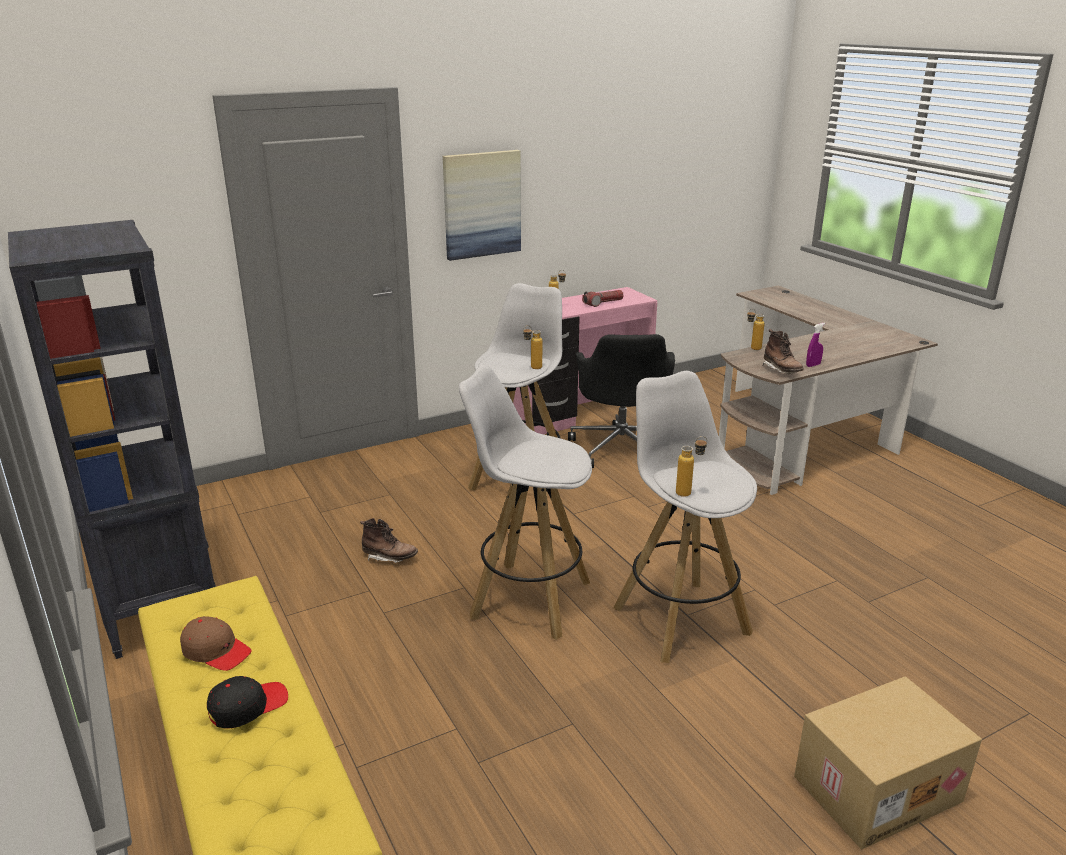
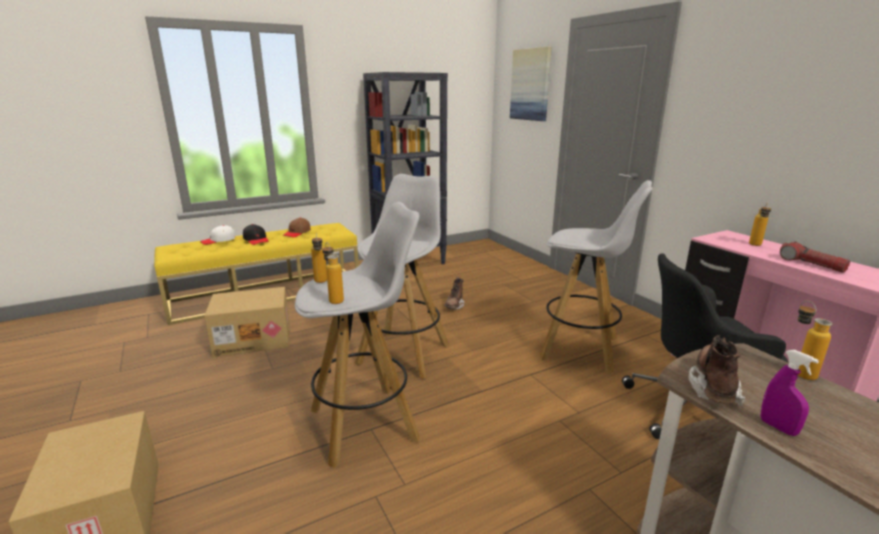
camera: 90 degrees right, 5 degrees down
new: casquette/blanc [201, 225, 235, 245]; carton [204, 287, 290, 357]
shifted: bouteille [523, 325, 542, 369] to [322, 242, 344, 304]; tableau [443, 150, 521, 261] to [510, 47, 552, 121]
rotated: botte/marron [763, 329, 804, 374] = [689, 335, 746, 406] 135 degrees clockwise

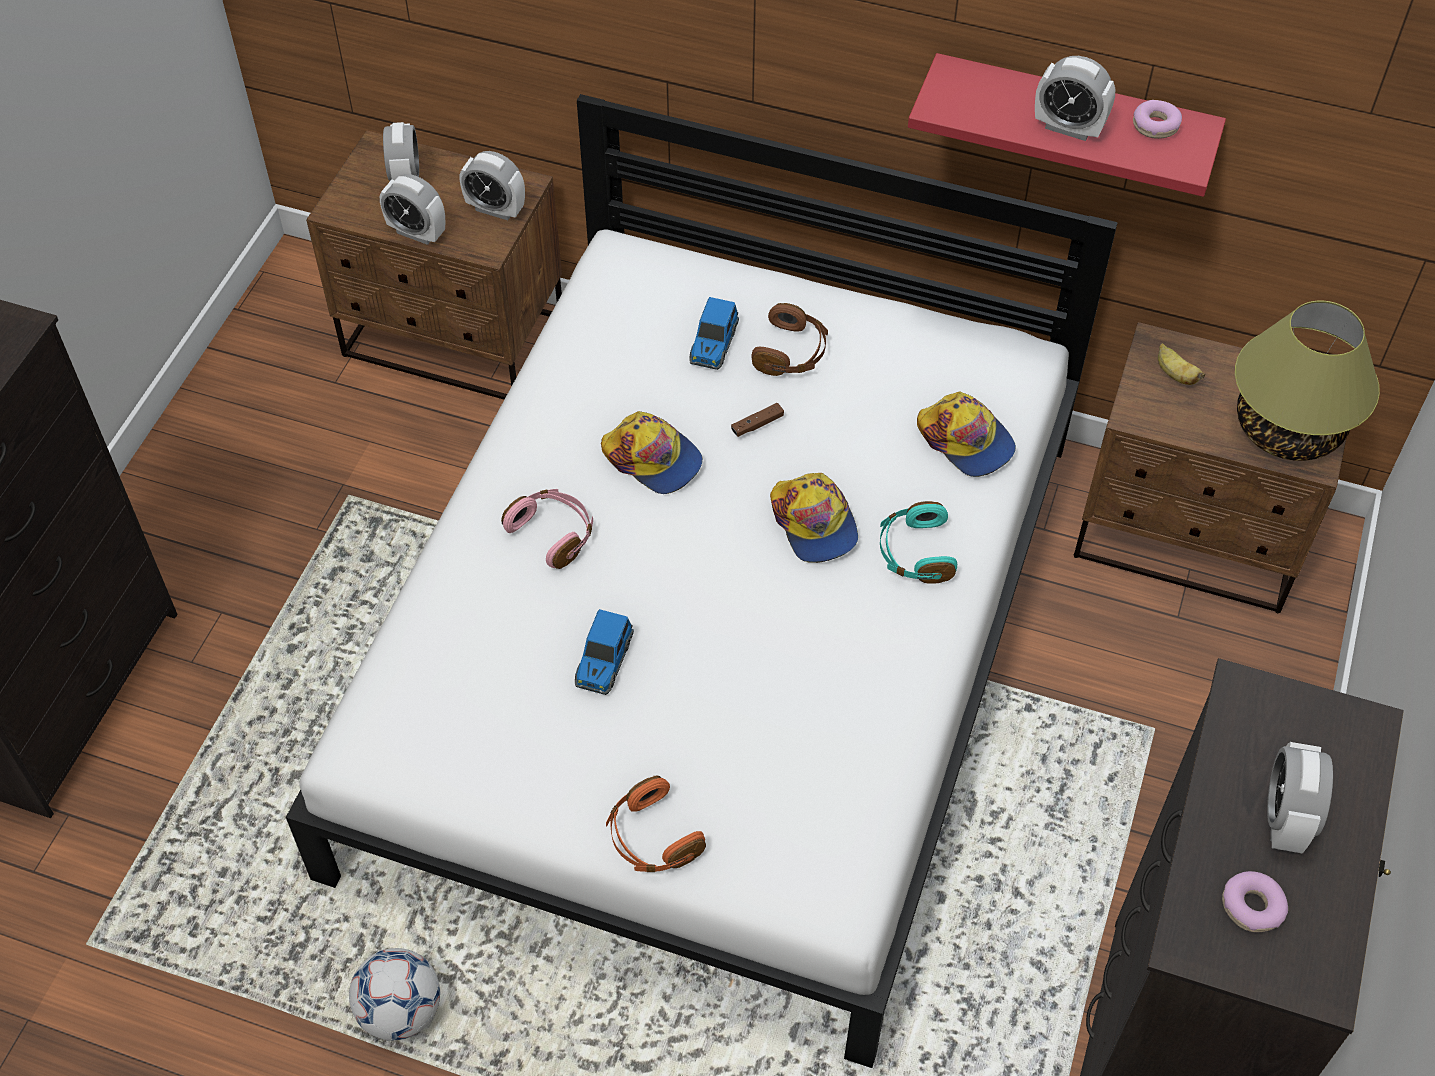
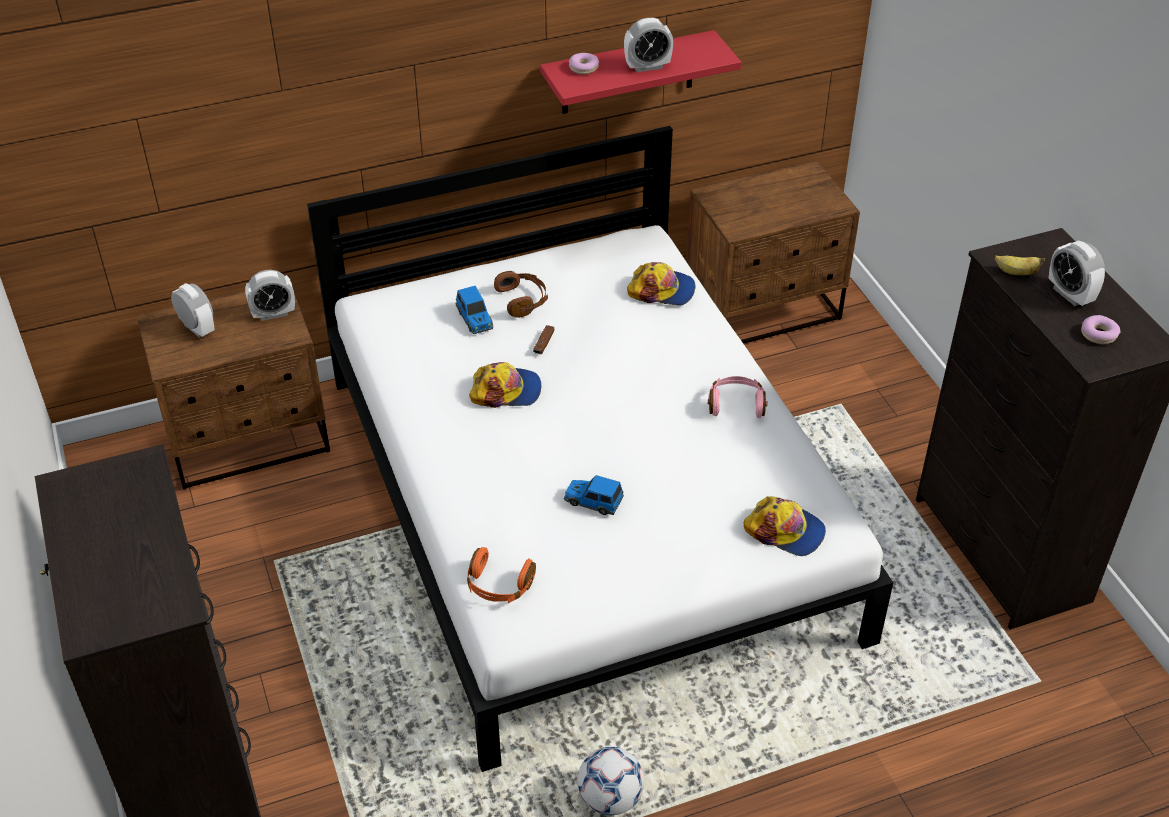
camera: 40 degrees left, 10 degrees down
gone: réveil [380, 174, 445, 245]; casque audio/turquoise [880, 501, 957, 584]; lampe de table [1235, 301, 1380, 461]
shifted: casque audio/orange [606, 776, 706, 872] to [467, 547, 536, 603]; beignet [1133, 100, 1182, 139] to [569, 53, 599, 75]; casque audio/rose [501, 489, 593, 569] to [708, 376, 767, 418]; casquette [770, 473, 858, 563] to [744, 496, 826, 556]; banane [1158, 343, 1205, 385] to [995, 255, 1045, 275]
rotated: petite voiture [575, 609, 634, 695] = [564, 475, 624, 515] 135 degrees clockwise

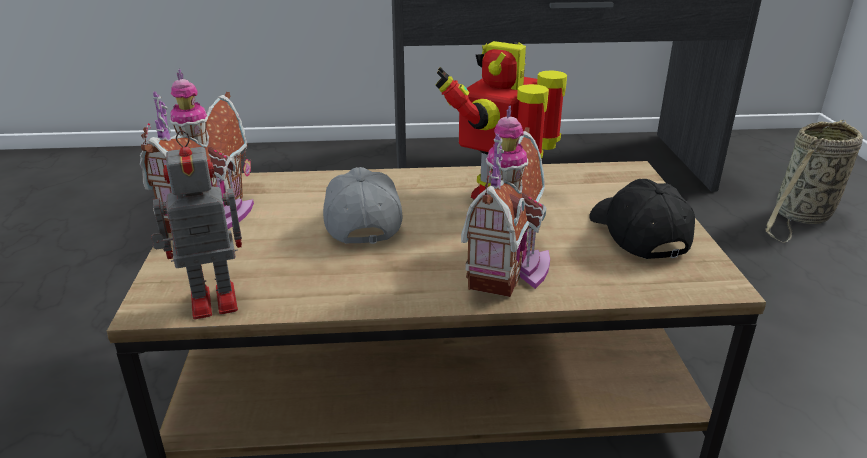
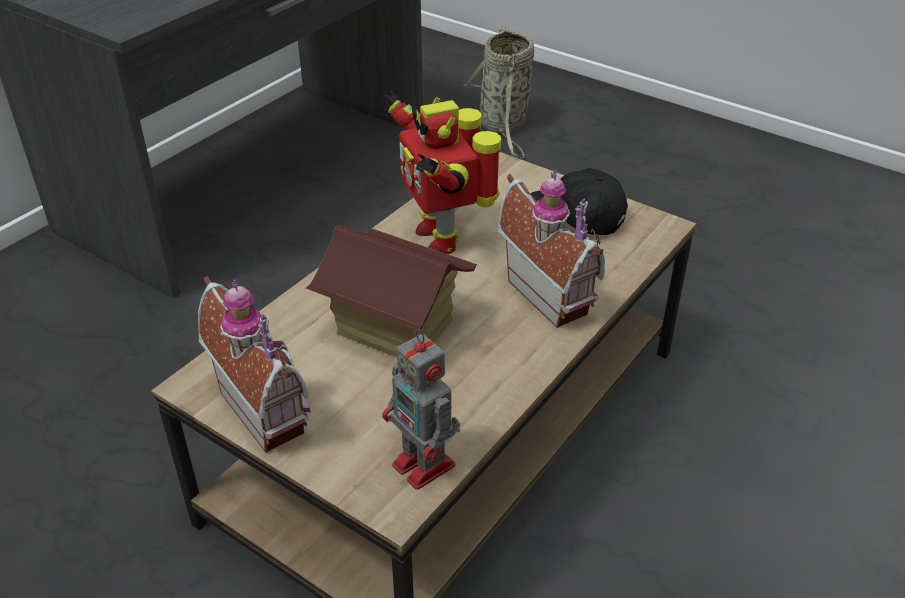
camera: 50 degrees left, 10 degrees up
swapped: casquette/gris [323, 167, 403, 244] to maison miniature [306, 224, 477, 358]
rotated: robot jouet [151, 130, 242, 319] = [382, 329, 460, 490] 60 degrees counterclockwise

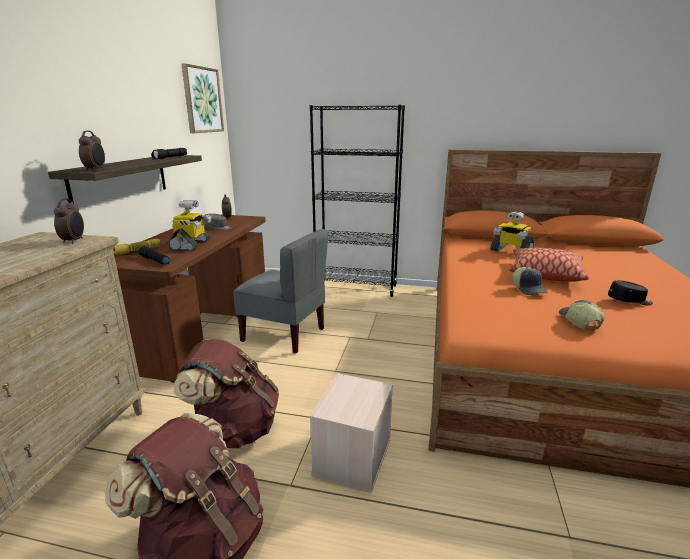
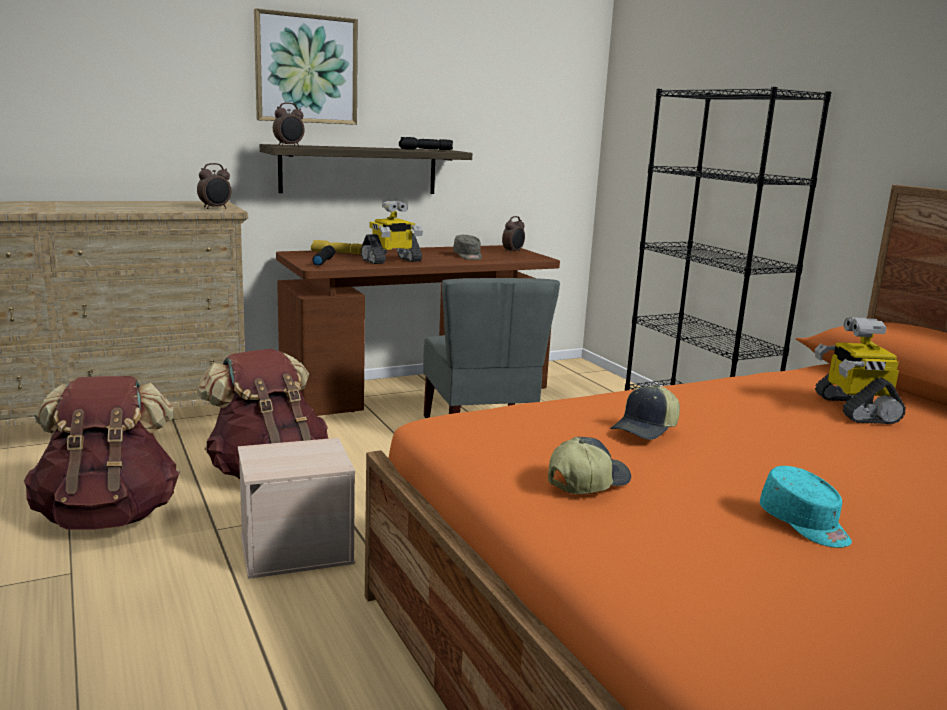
camera: 50 degrees right, 5 degrees down
gone: coussin [509, 248, 589, 282]
shifted: tableau [182, 63, 224, 133] to [254, 8, 358, 125]
repainted: casquette/noir [608, 280, 653, 306] to casquette/turquoise [760, 466, 852, 548]

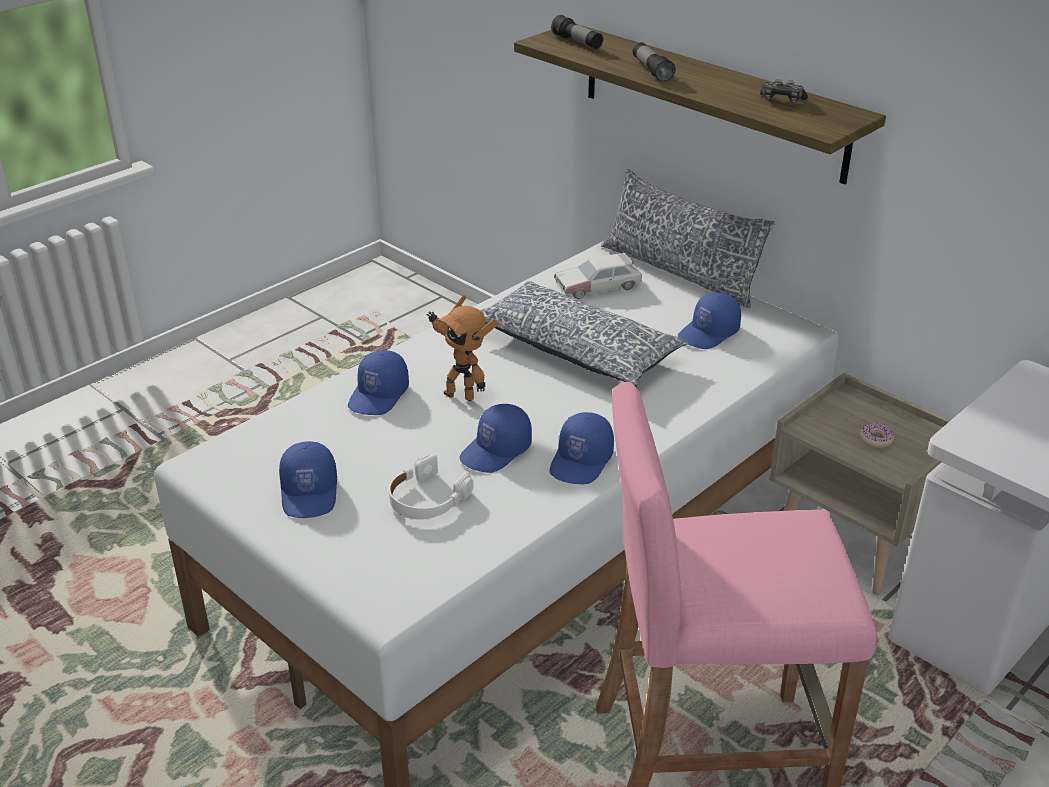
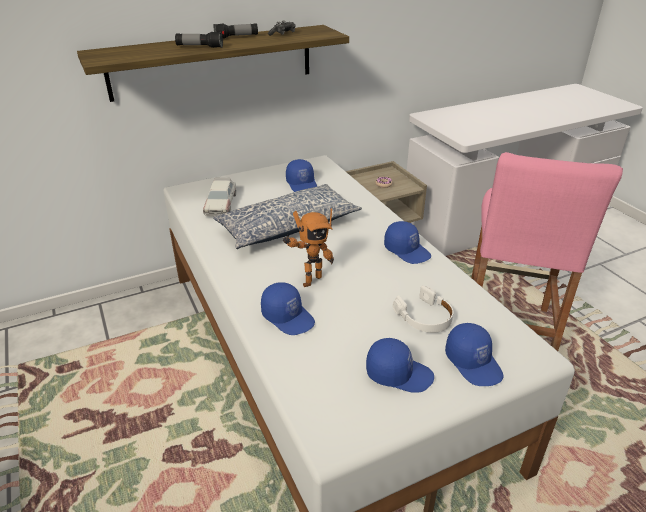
camera: 70 degrees left, 0 degrees up
gone: coussin [601, 169, 775, 308]
shifted: lampe de poche [551, 15, 603, 49] to [214, 23, 258, 39]; casquette/bleu [460, 404, 532, 473] to [445, 323, 504, 386]

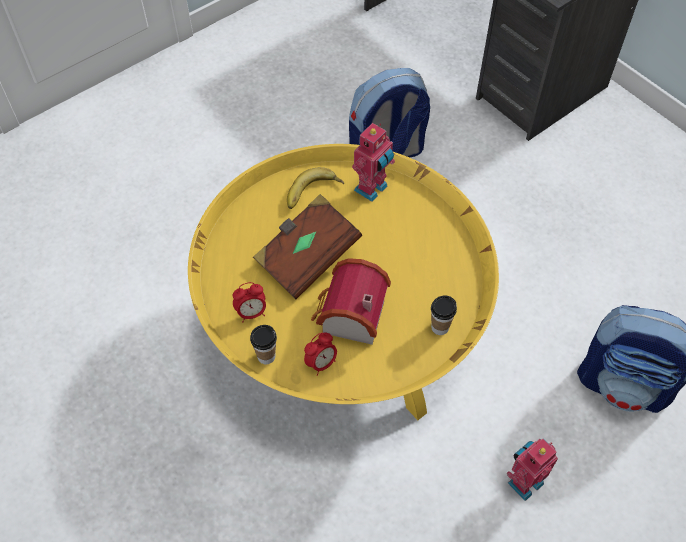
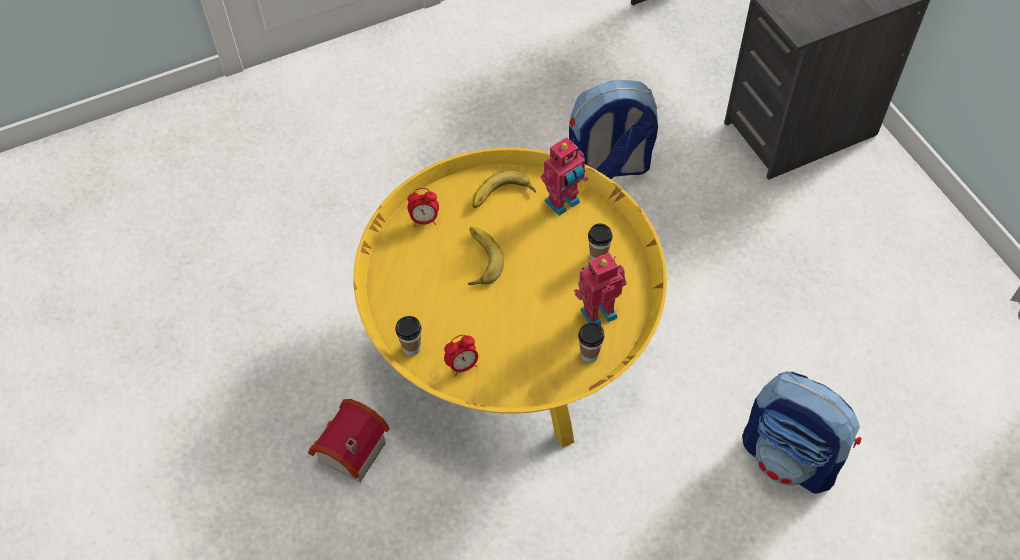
camera: 15 degrees right, 0 degrees up
new: tasse [588, 223, 613, 260]
shifted: maison miniature [311, 258, 391, 345] to [308, 399, 390, 482]; réveil [233, 282, 266, 322] to [407, 188, 439, 227]; robot jouet [506, 439, 558, 501] to [574, 253, 627, 325]
swapped: livre/marron [253, 194, 362, 299] to banane [468, 227, 504, 285]

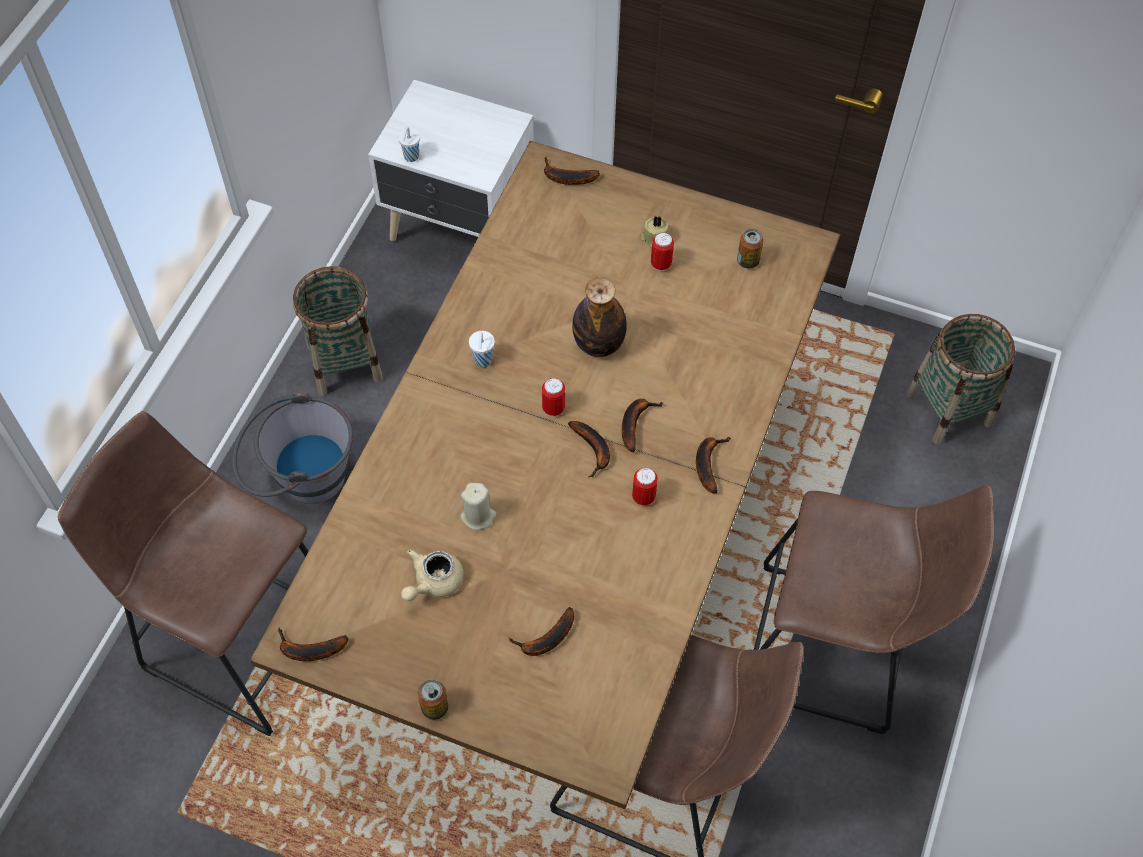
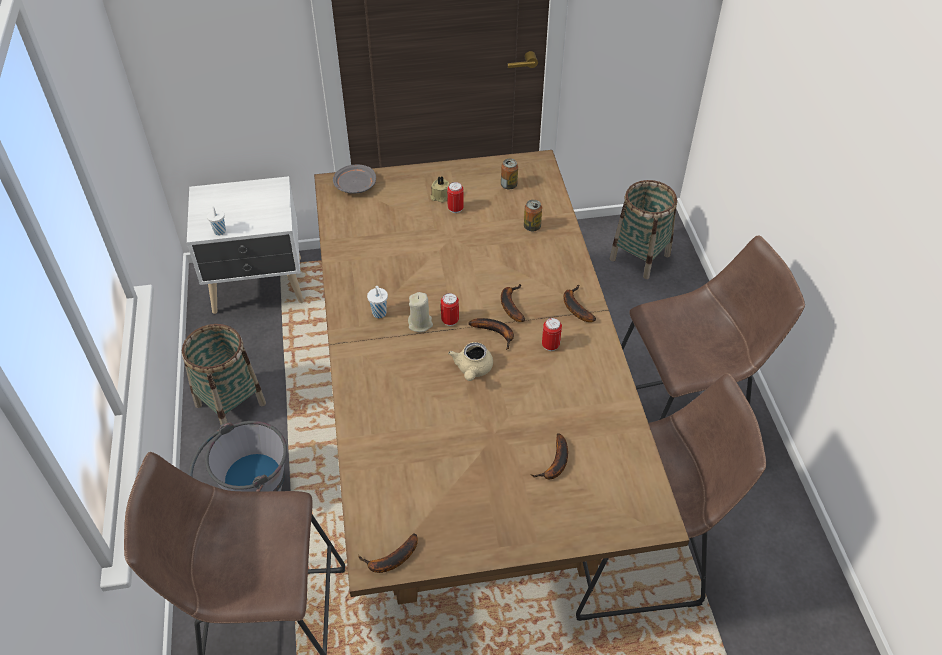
camera: 30 degrees left, 10 degrees down
gone: bouteille [572, 277, 627, 357]
shifted: bougie/beige [460, 483, 496, 530] to [408, 292, 433, 332]; théière/beige [401, 549, 464, 601] to [448, 342, 493, 381]; boîte métallique [418, 680, 448, 720] to [524, 200, 542, 231]
swapped: banane [544, 156, 600, 185] to assiette/gris [333, 165, 376, 194]

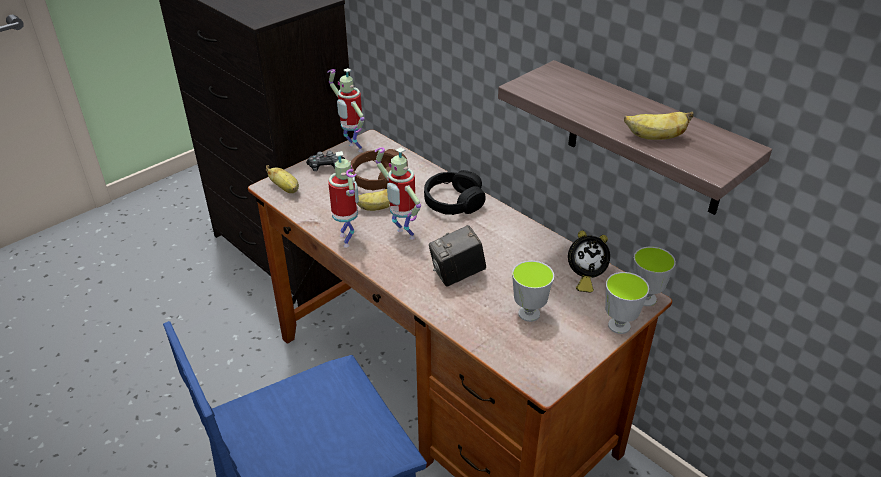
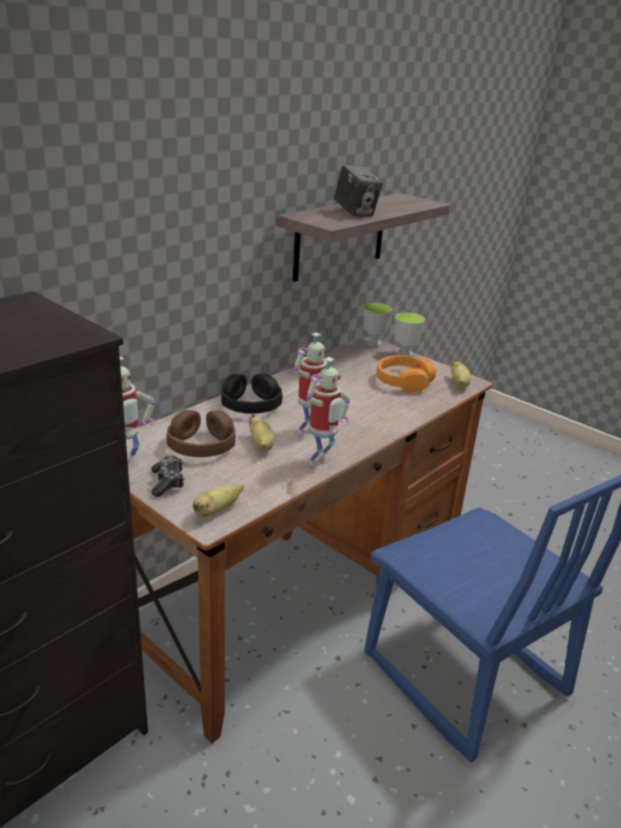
camera: 95 degrees left, 10 degrees down
gone: réveil [568, 231, 610, 293]
shifted: appareil photo [429, 225, 486, 287] to [334, 164, 383, 216]; banane [624, 111, 694, 140] to [451, 358, 471, 388]
swapped: tasse [512, 261, 554, 322] to casque audio/orange [376, 355, 436, 393]
rotated: robot jouet [328, 151, 359, 248] = [306, 357, 350, 465] 150 degrees clockwise

